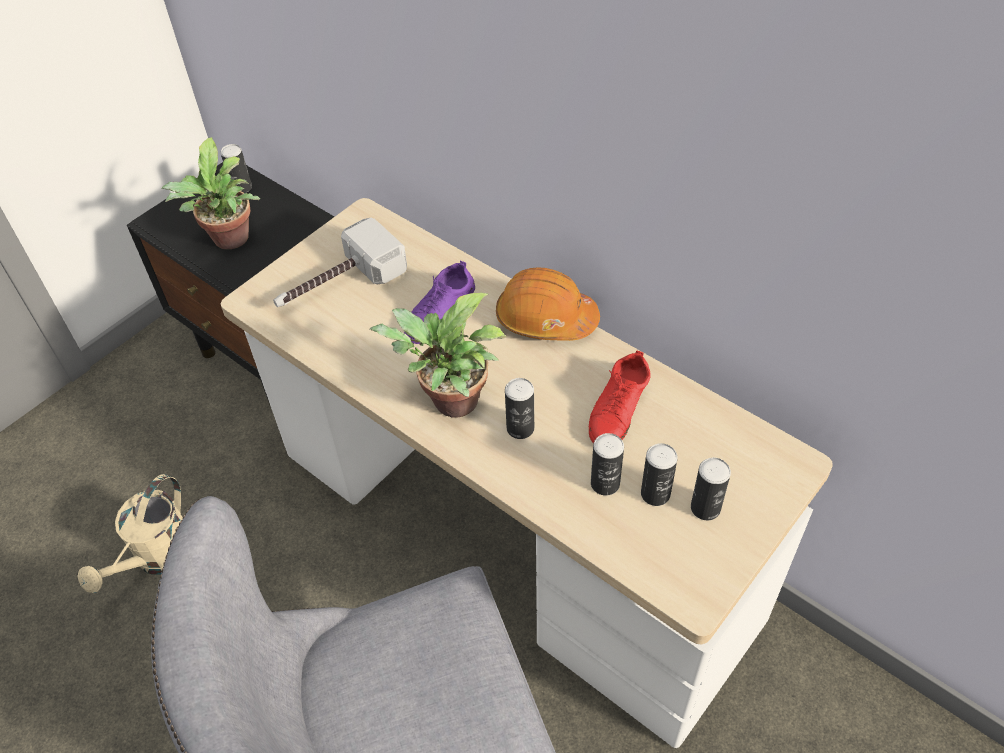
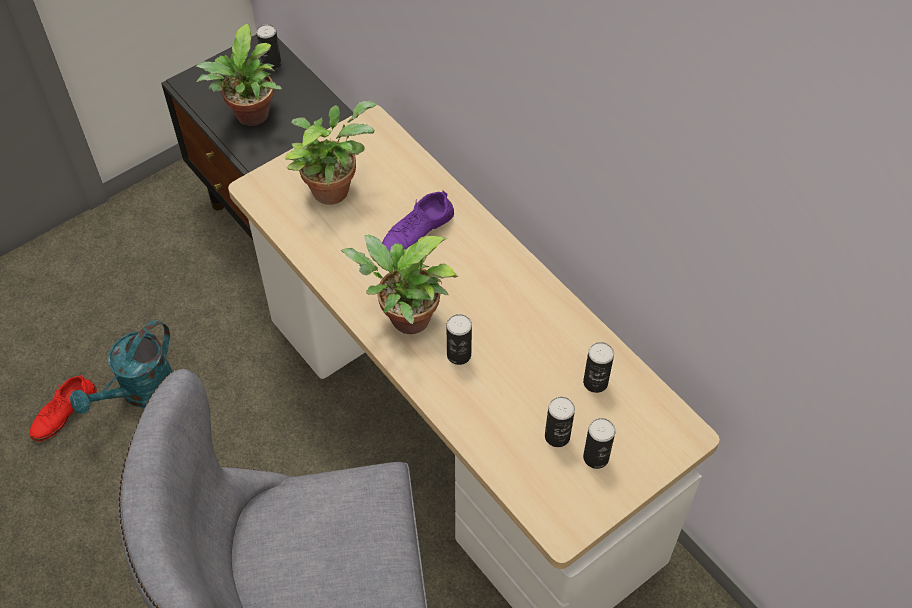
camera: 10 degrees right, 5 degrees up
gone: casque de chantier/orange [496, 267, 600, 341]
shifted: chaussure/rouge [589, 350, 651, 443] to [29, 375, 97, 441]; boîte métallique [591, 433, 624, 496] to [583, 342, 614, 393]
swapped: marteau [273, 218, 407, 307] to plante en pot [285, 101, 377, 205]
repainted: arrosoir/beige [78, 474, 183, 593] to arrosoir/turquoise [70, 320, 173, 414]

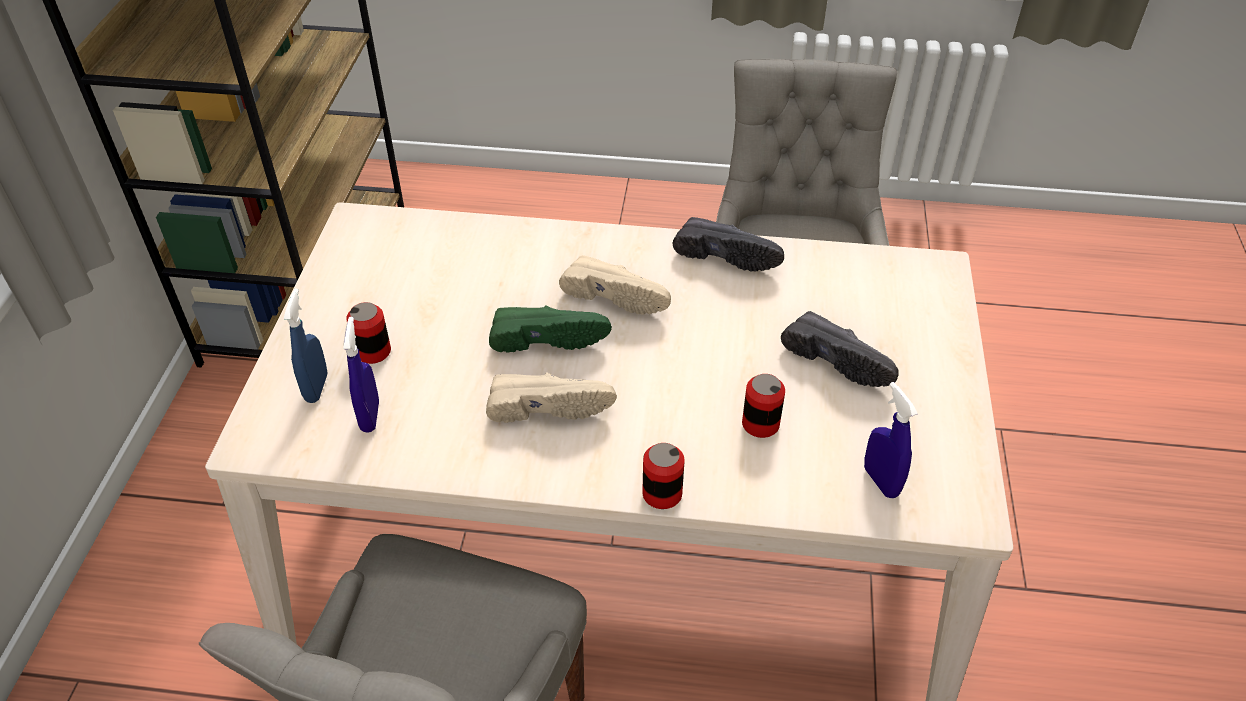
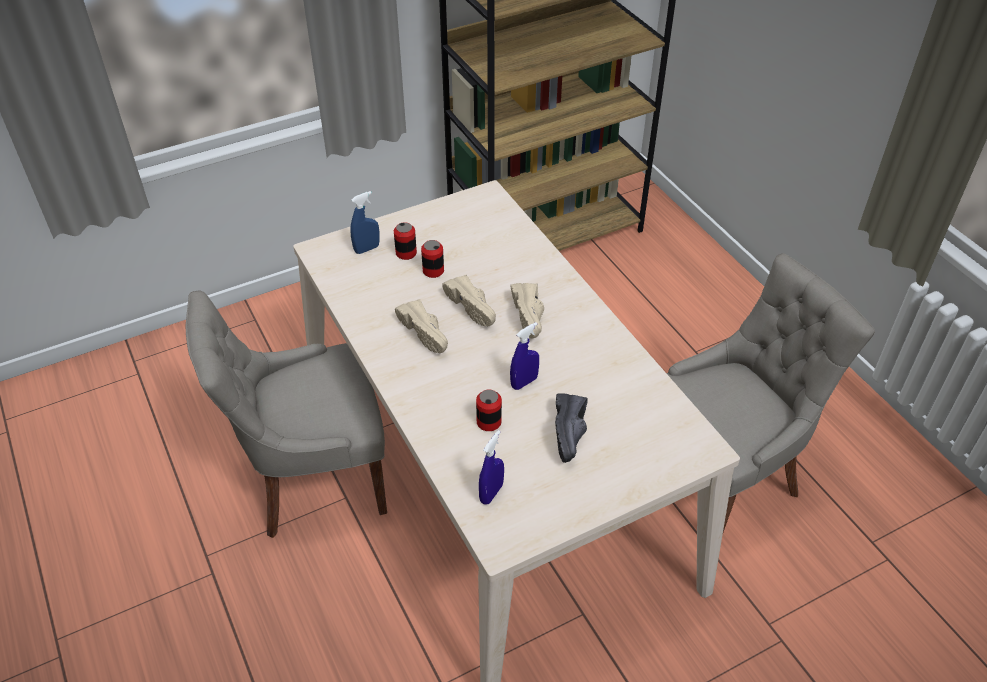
camera: 55 degrees right, 0 degrees up
gone: chaussure/noir [673, 217, 784, 272]
shifted: boîte métallique [642, 443, 685, 509] to [421, 240, 444, 278]; vaporisateur/bleu [343, 317, 379, 433] to [510, 322, 539, 390]
repainted: chaussure/vert [489, 305, 612, 353] to chaussure/beige [442, 275, 496, 326]

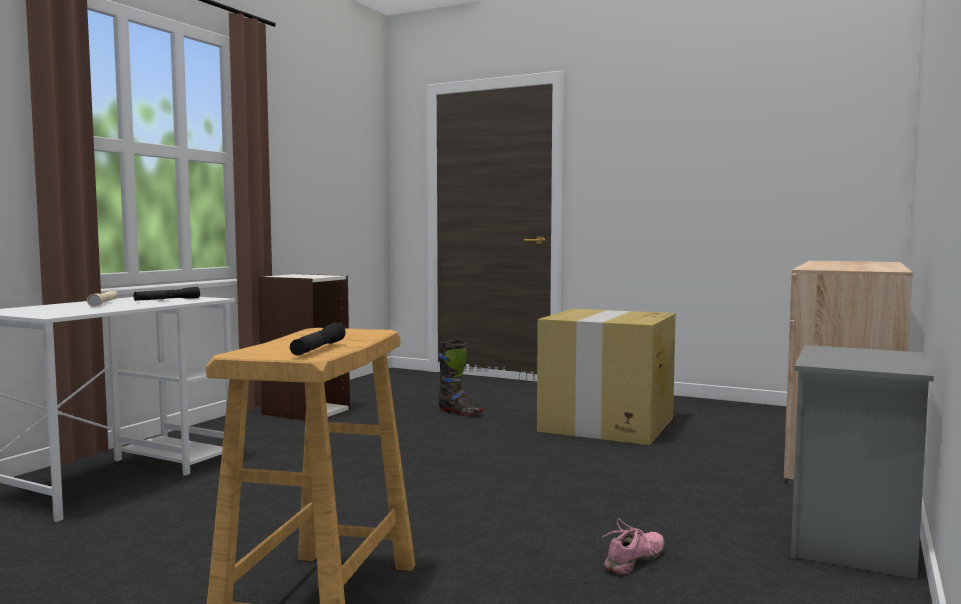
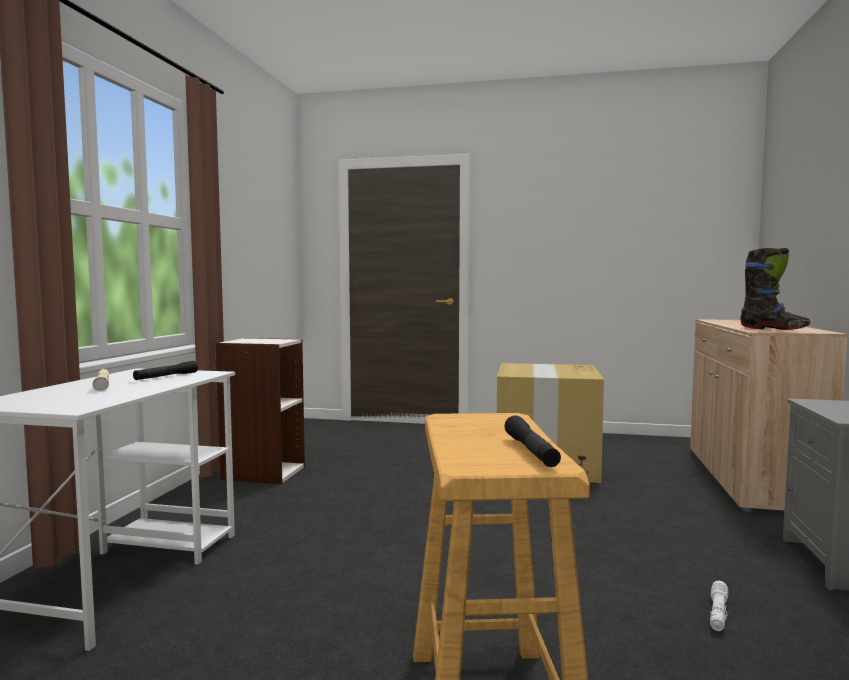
camera: 15 degrees left, 0 degrees up
shifted: botte/noir [438, 340, 483, 416] to [740, 248, 810, 330]
swapped: chaussure/rose [602, 518, 665, 575] to lampe de poche/blanc [710, 581, 728, 631]

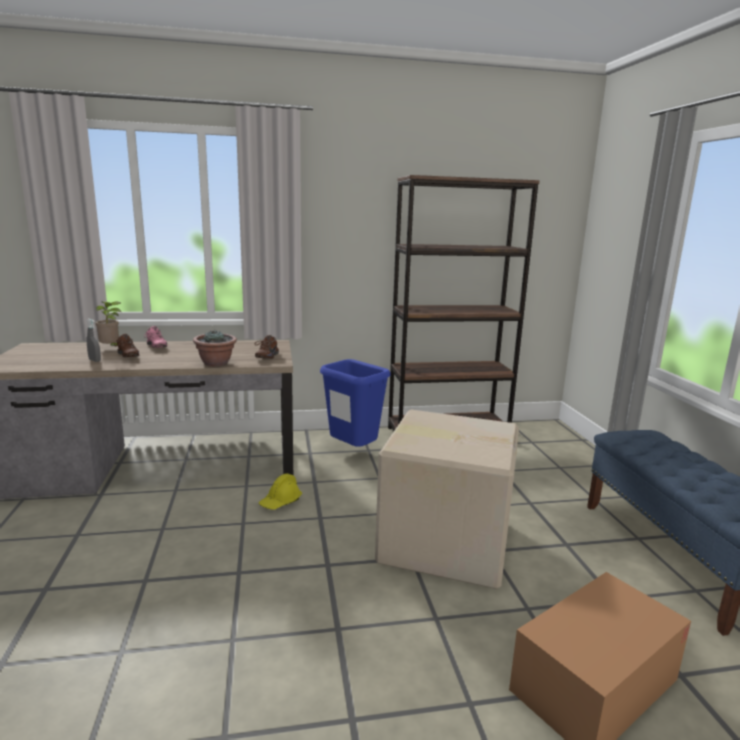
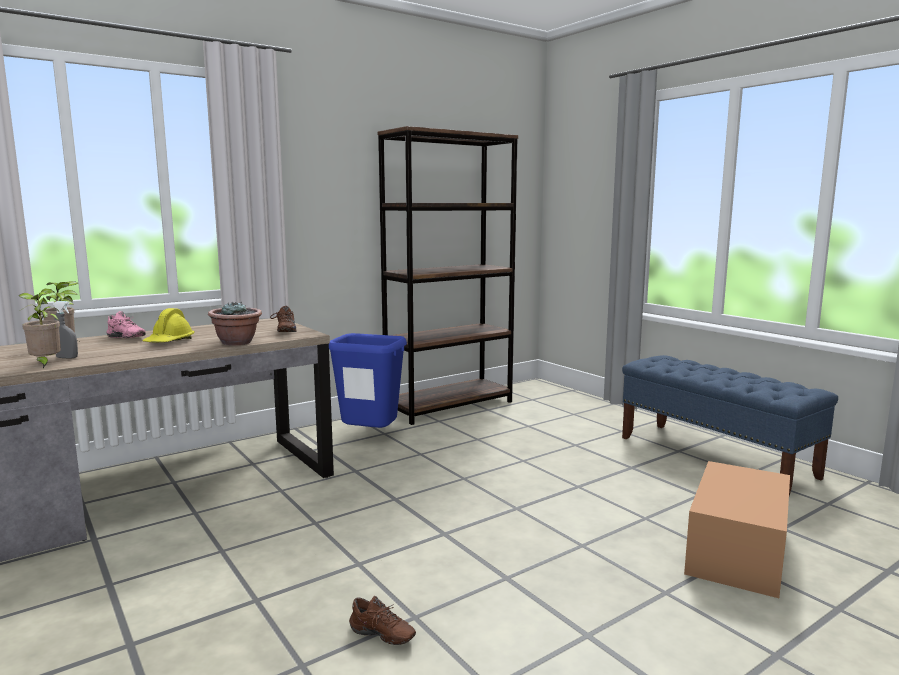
camera: 25 degrees left, 5 degrees down
gone: carton [375, 409, 519, 589]
new: plante en pot [18, 292, 61, 368]
shifted: casque de chantier/jaune [259, 474, 302, 510] to [142, 308, 195, 342]; chaussure/marron [114, 334, 139, 357] to [349, 596, 416, 645]

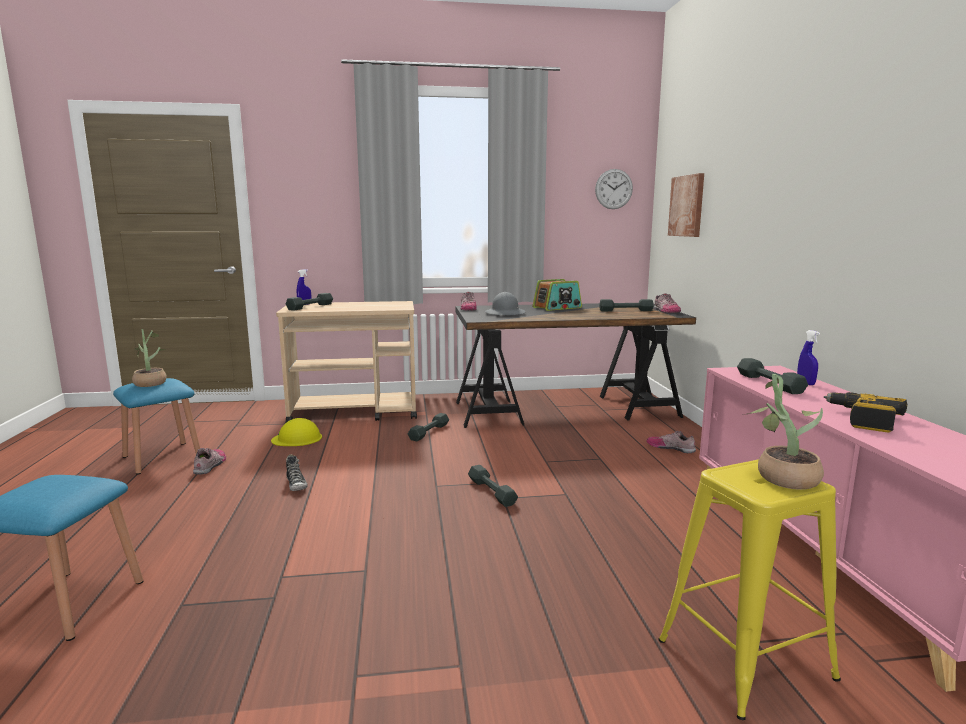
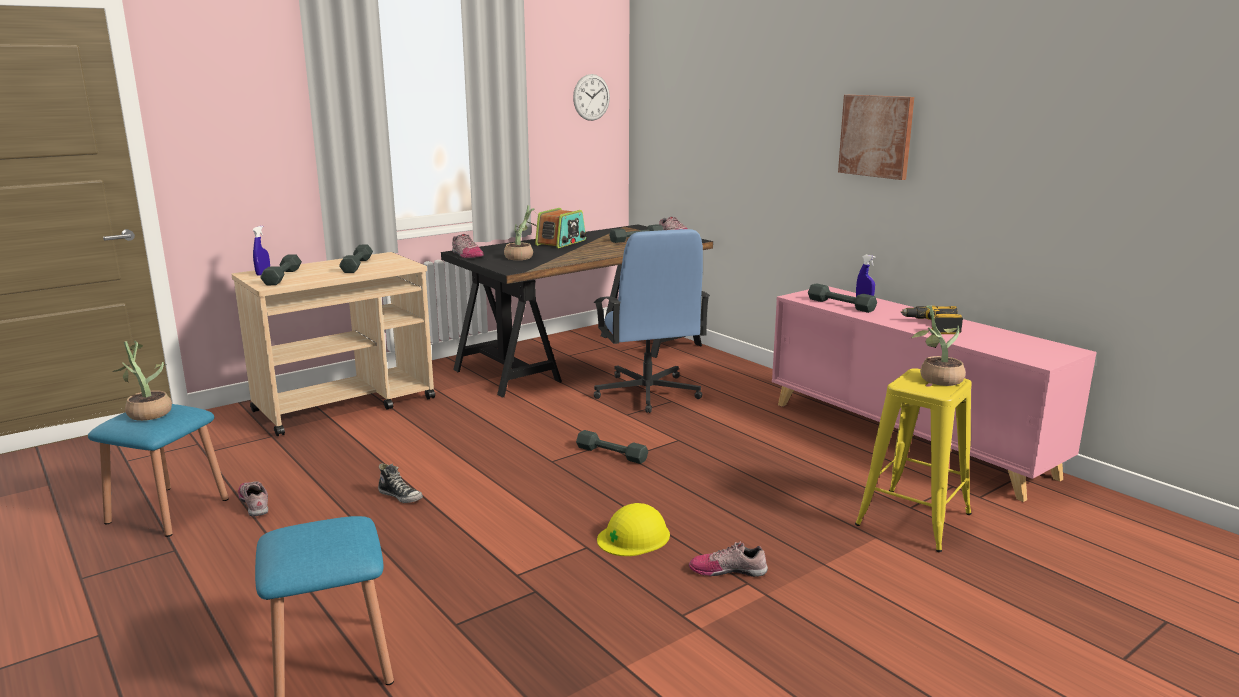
camera: 30 degrees left, 5 degrees up
new: chaise de bureau/bleu [594, 229, 710, 413]
shifted: haltère/gris [408, 413, 449, 441] to [339, 245, 373, 273]; casque de chantier/jaune [271, 418, 322, 446] to [597, 503, 670, 556]; chaussure [646, 431, 696, 453] to [689, 541, 768, 577]; tableau [668, 173, 704, 237] to [838, 95, 914, 180]
swapped: casque de chantier/gris [485, 292, 525, 315] to plante en pot [504, 205, 538, 260]

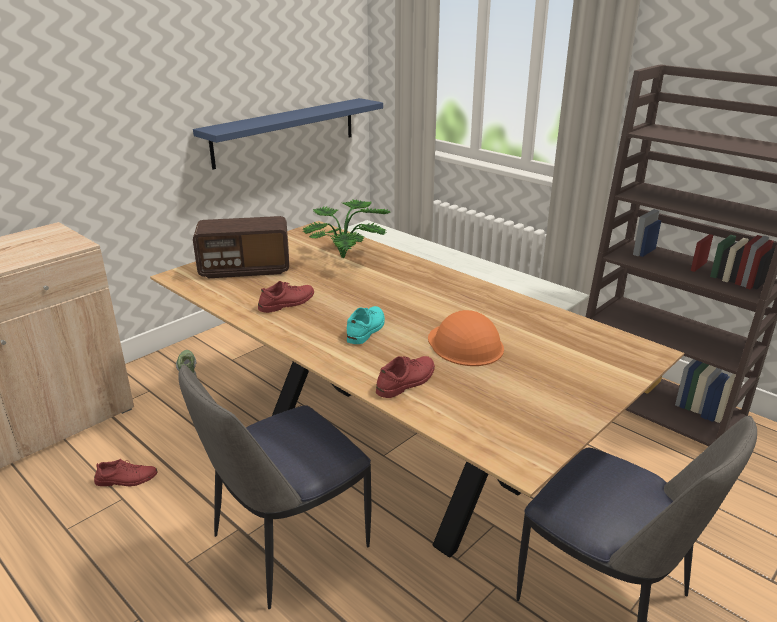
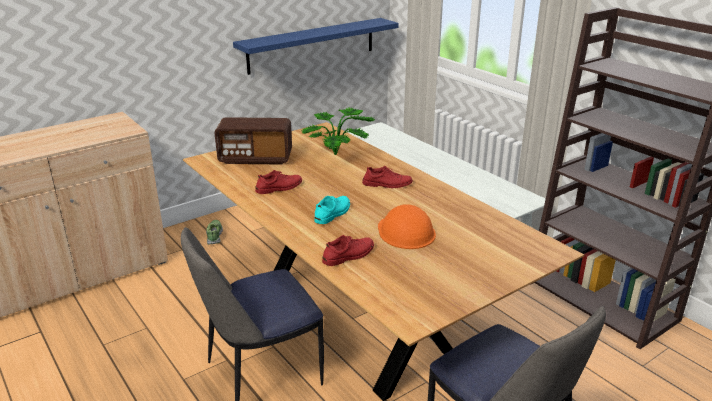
camera: 10 degrees right, 0 degrees up
shifted: chaussure/rouge [94, 459, 158, 486] to [362, 166, 413, 188]

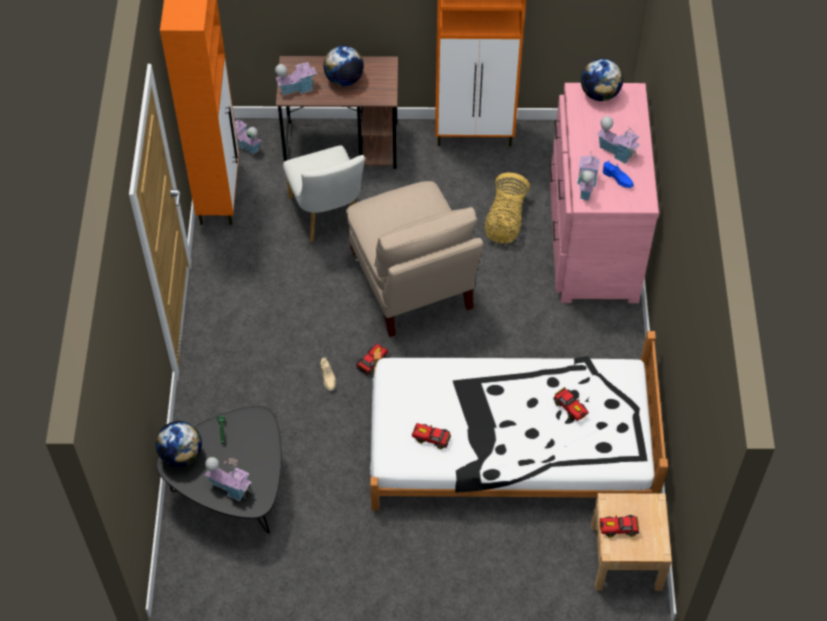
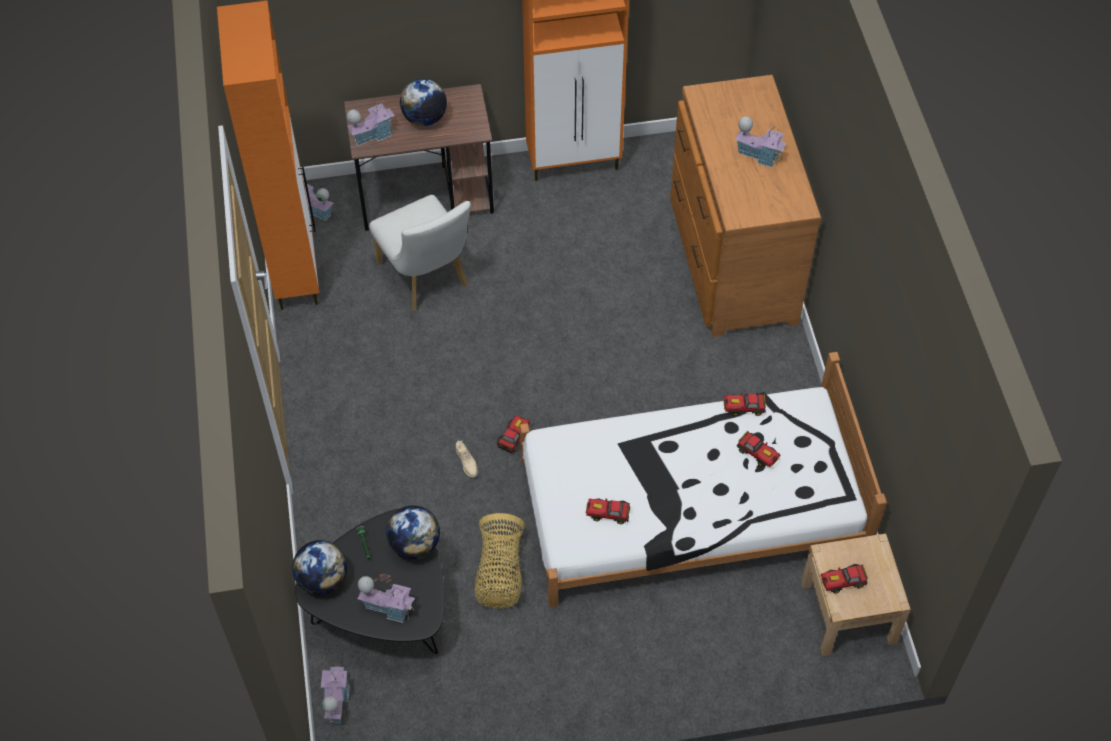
camera: 10 degrees left, 0 degrees up
gone: chaise/beige [346, 181, 483, 337]; chaussure/bleu [603, 161, 634, 188]
new: petite voiture [723, 393, 766, 416]
shifted: maison miniature [577, 151, 600, 201] to [321, 666, 350, 724]; globe [581, 59, 623, 101] to [386, 505, 440, 559]; panier [485, 173, 530, 244] to [475, 513, 525, 609]
repainted: commode/rose [550, 83, 659, 303] to commode/marron [670, 75, 822, 337]

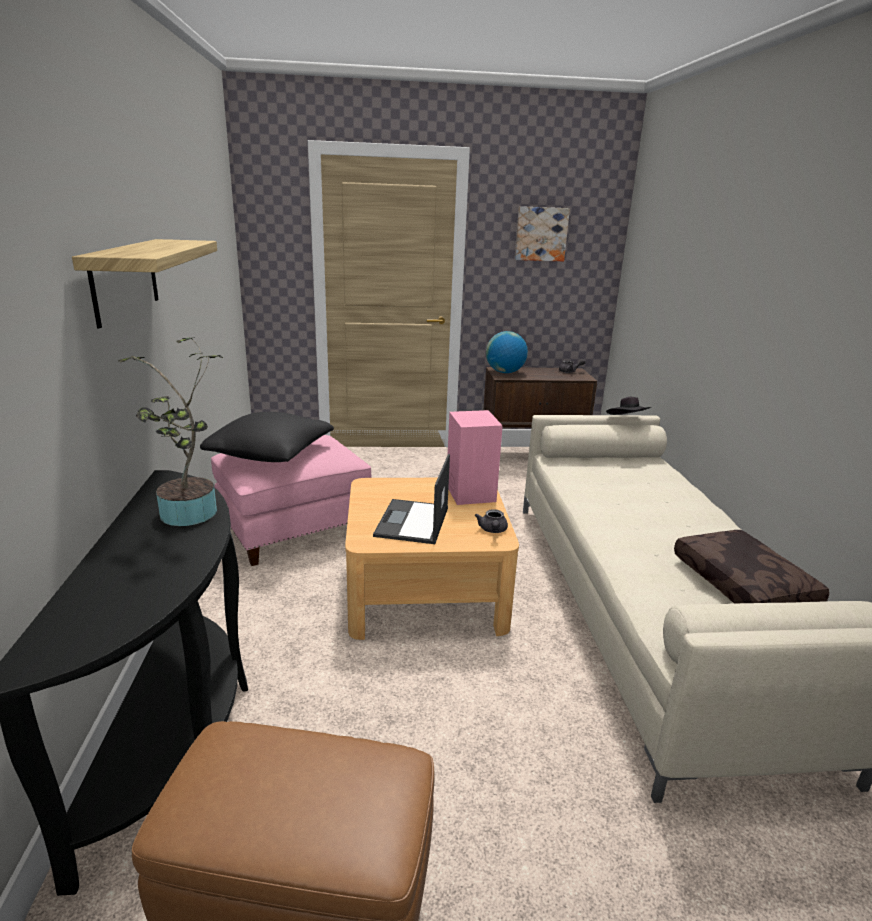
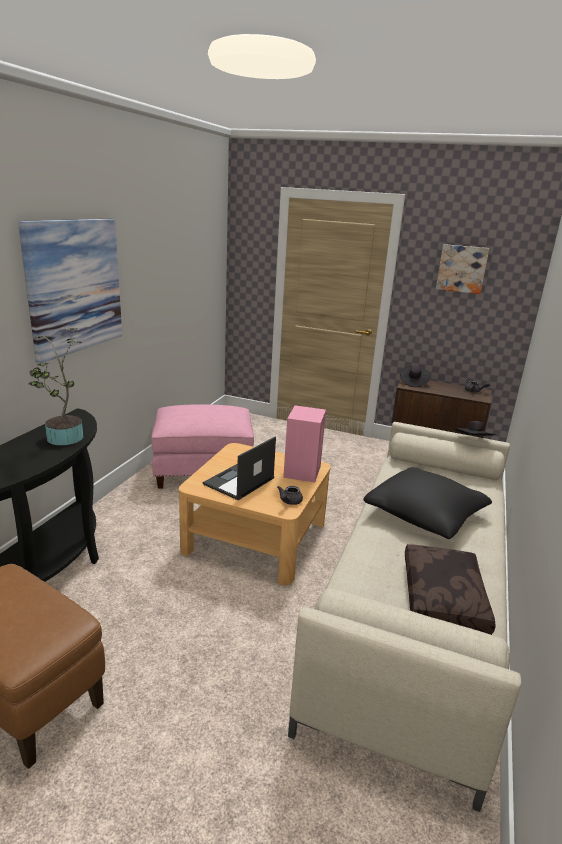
camera: 25 degrees right, 0 degrees up
shifted: coussin/noir [200, 412, 334, 462] to [364, 467, 492, 539]
swapped: étagère [72, 239, 217, 328] to tableau [18, 219, 122, 363]; globe [486, 331, 528, 373] to chapeau/noir [400, 365, 431, 387]

